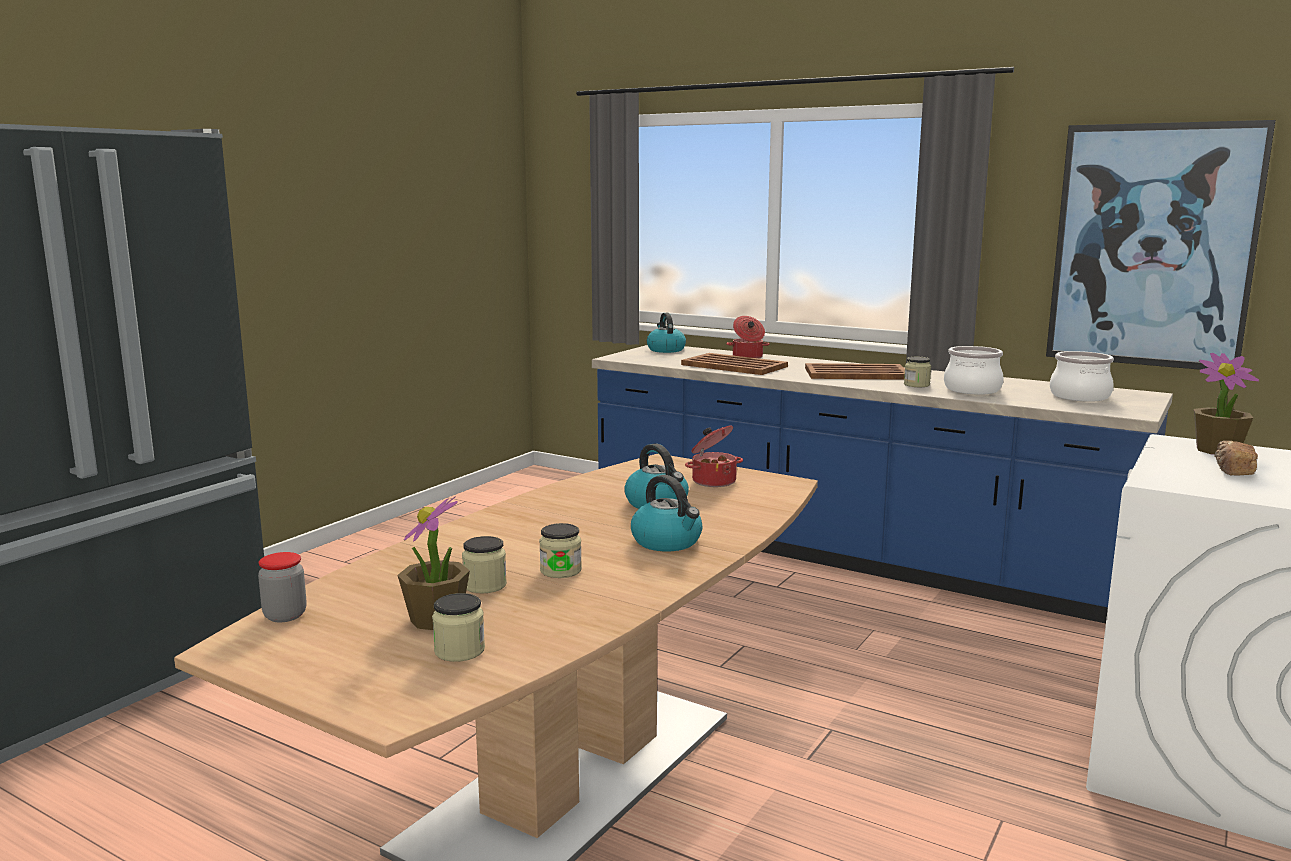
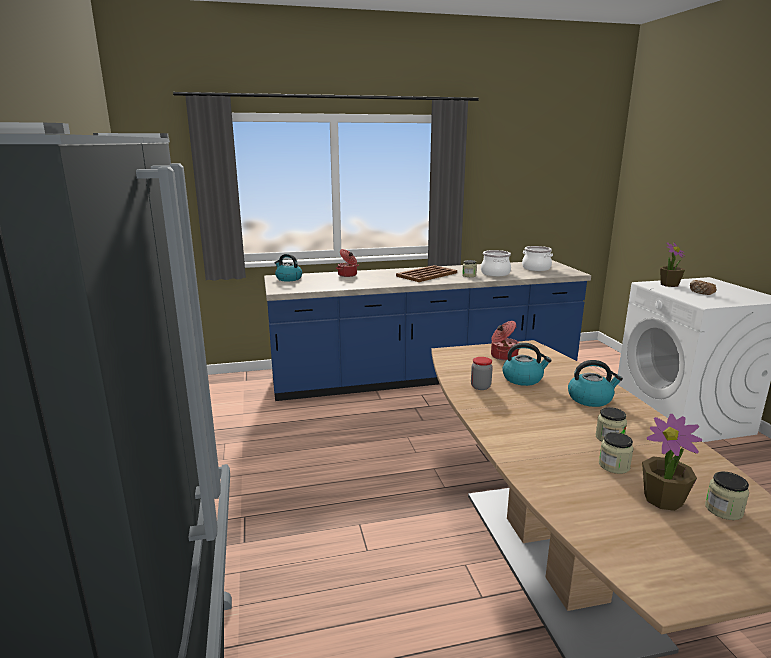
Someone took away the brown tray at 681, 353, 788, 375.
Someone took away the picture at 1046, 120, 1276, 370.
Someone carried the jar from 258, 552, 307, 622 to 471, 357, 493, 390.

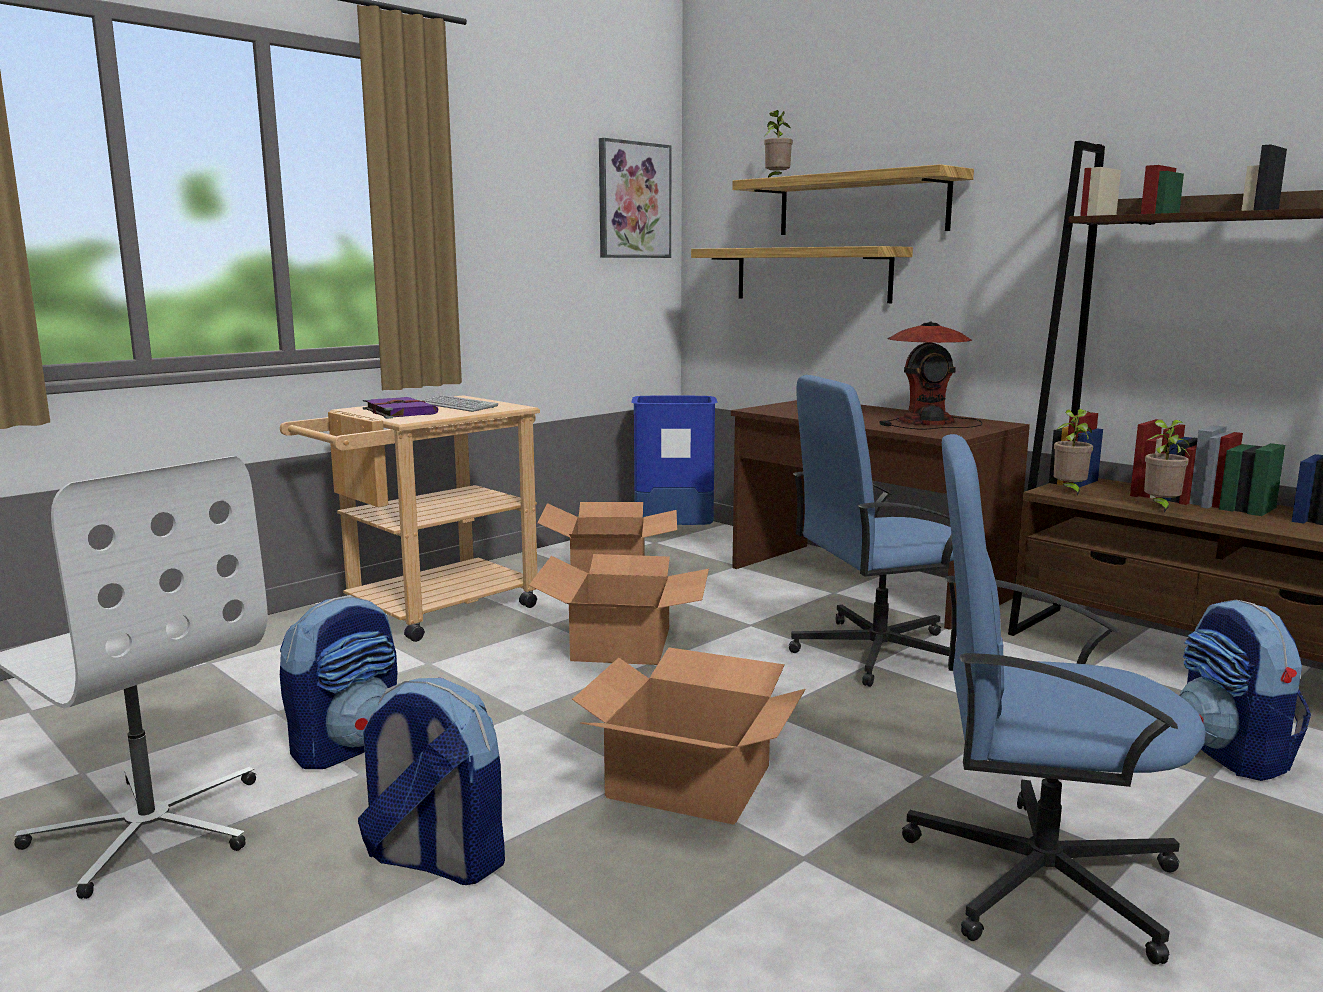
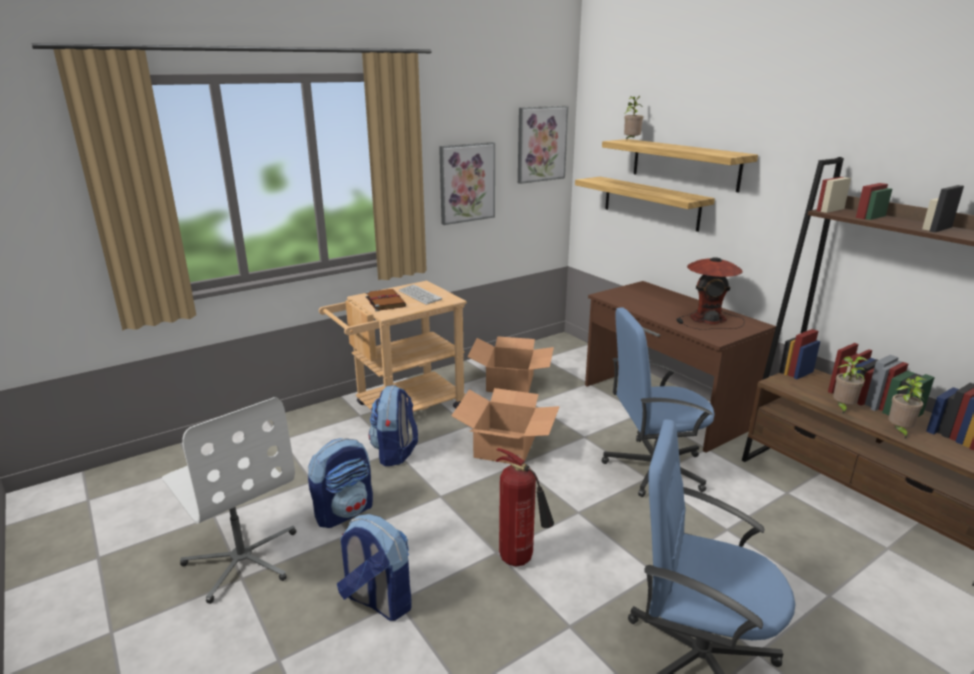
Someone took away the blue trash can at 632, 396, 718, 525.
Someone put up the picture at 439, 142, 495, 225.
Someone carried the potted plant from 1054, 409, 1093, 496 to 888, 376, 926, 439.
Someone carried the backpack from 1179, 600, 1311, 781 to 369, 385, 418, 466.
Someone swapped the cardboard box at 572, 647, 806, 825 for the fire extinguisher at 496, 448, 554, 567.
Someone repainted the purple book at 363, 397, 439, 419, which became the brown book at 365, 289, 406, 311.

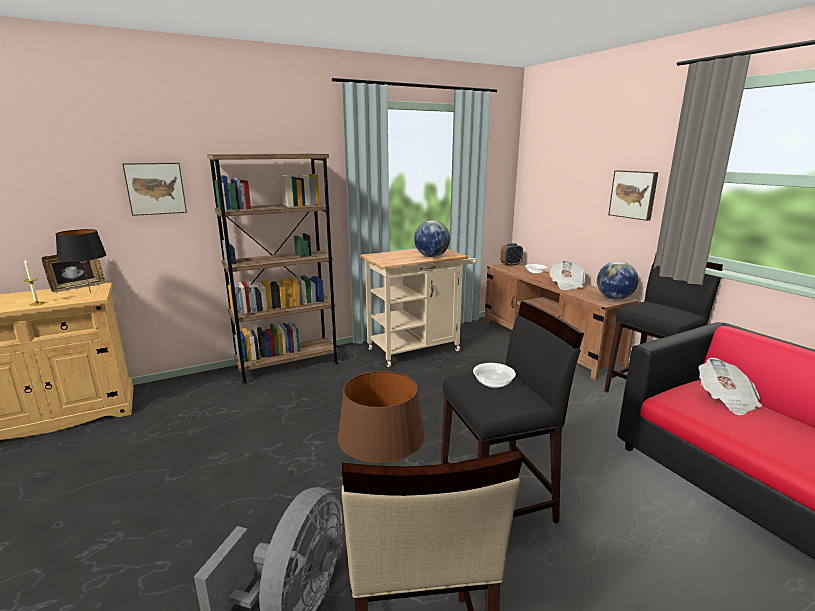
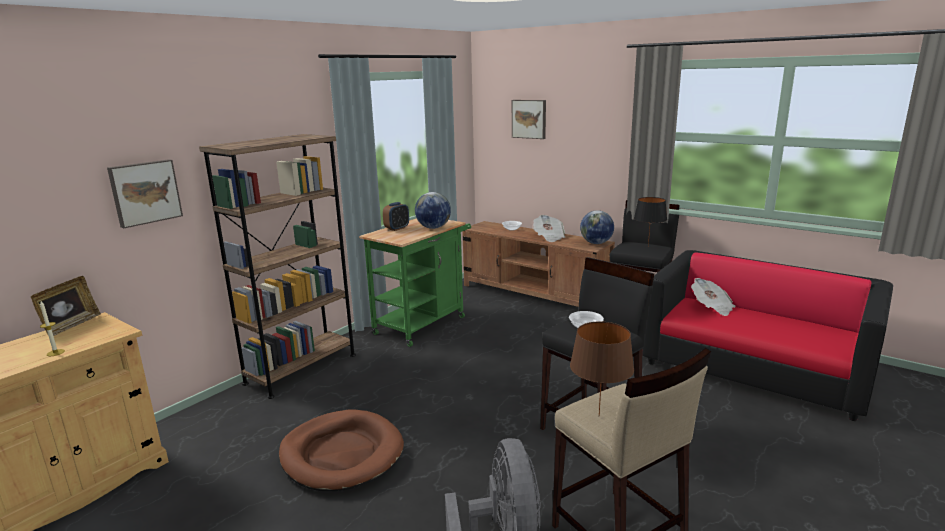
Someone put down the brown dog bed at 279, 409, 404, 491.
Someone carried the black table lamp from 56, 229, 107, 293 to 634, 197, 667, 247.
Someone carried the alarm clock from 500, 243, 523, 266 to 383, 202, 409, 231.
Someone carried the picture from 608, 170, 658, 221 to 512, 100, 546, 139.
Someone repainted the beige cart at 360, 249, 477, 367, which became the green cart at 359, 218, 471, 347.

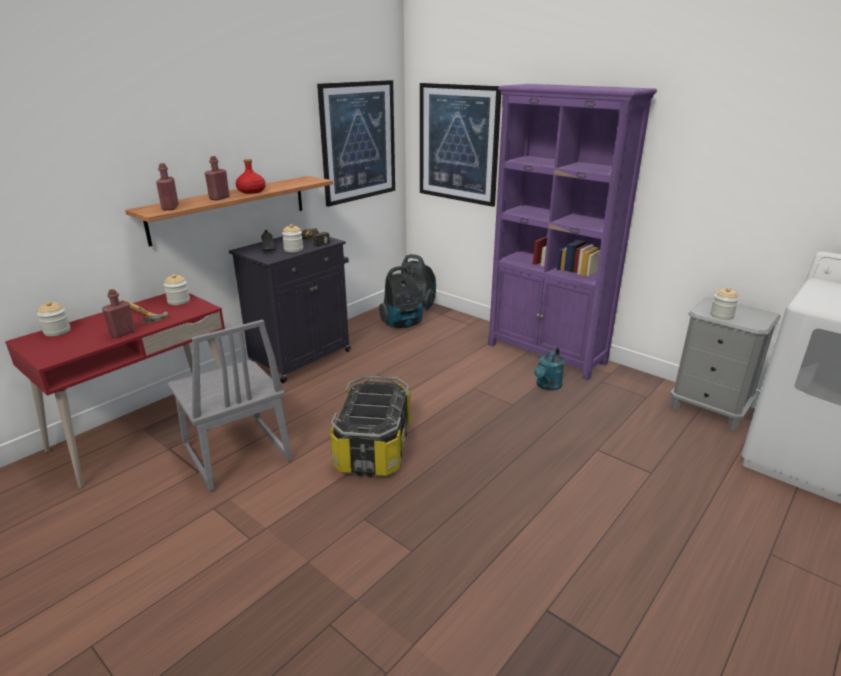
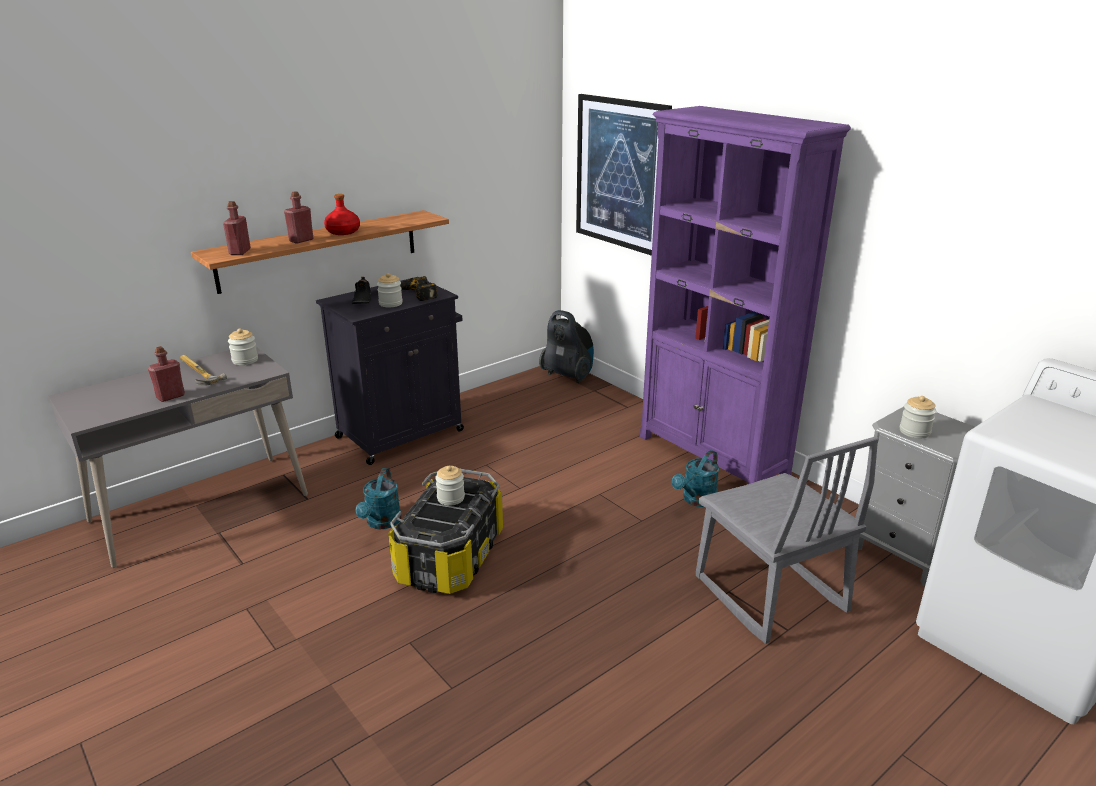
Someone took away the picture at 317, 80, 395, 207.
Someone took away the vacuum cleaner at 379, 266, 423, 328.
Someone put down the turquoise watering can at 355, 468, 402, 529.
Someone carried the jar from 37, 301, 70, 336 to 435, 466, 465, 506.
Someone carried the grey chair from 168, 319, 292, 491 to 696, 436, 879, 644.
Someone repainted the red desk at 5, 293, 225, 488, which became the grey desk at 48, 347, 308, 568.

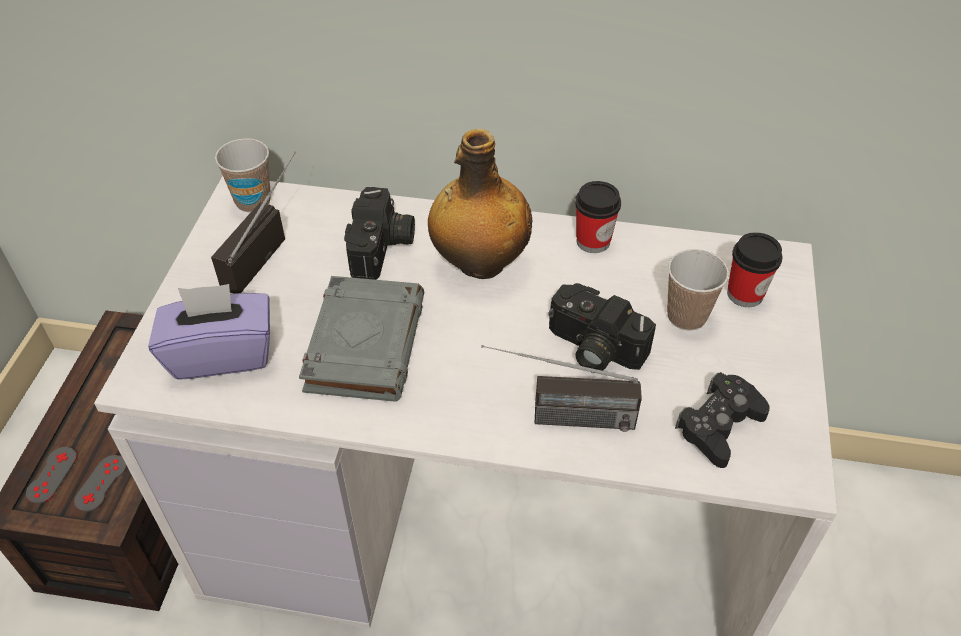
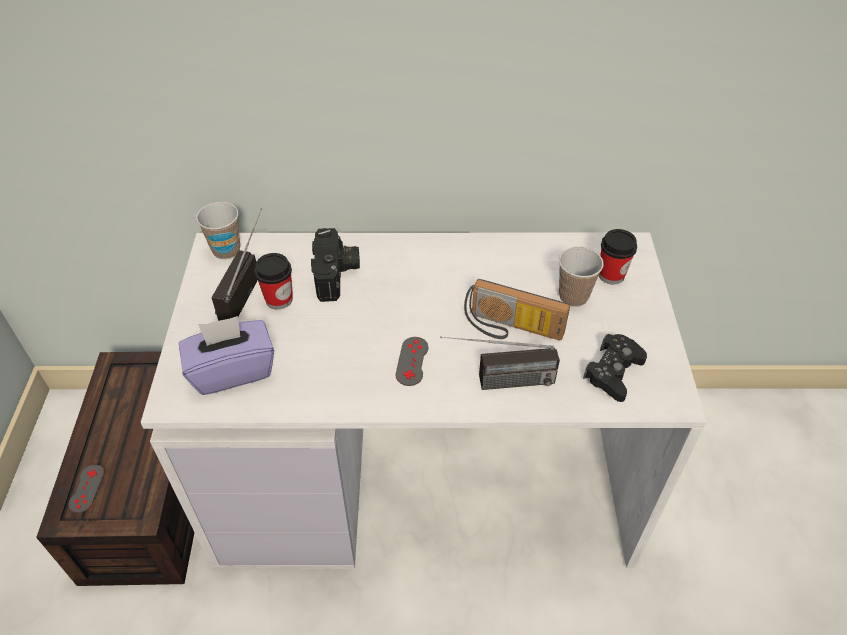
Someone took away the grey book at 299, 276, 424, 402.
Someone took away the bottle at 428, 129, 532, 279.
Someone carried the grey game controller from 74, 455, 127, 512 to 396, 337, 428, 386.
Someone carried the cup from 575, 181, 621, 253 to 254, 253, 293, 310.
Someone swapped the photo camera at 548, 283, 656, 373 for the radio at 464, 279, 570, 340.

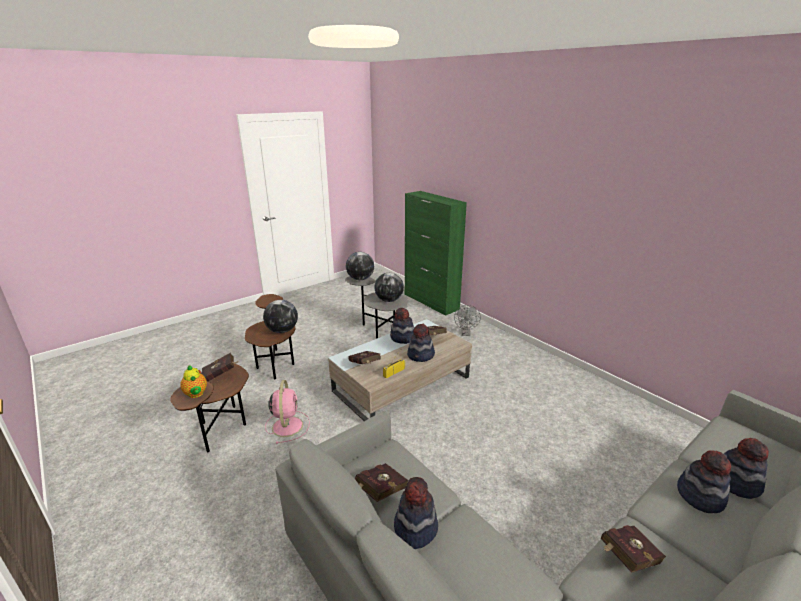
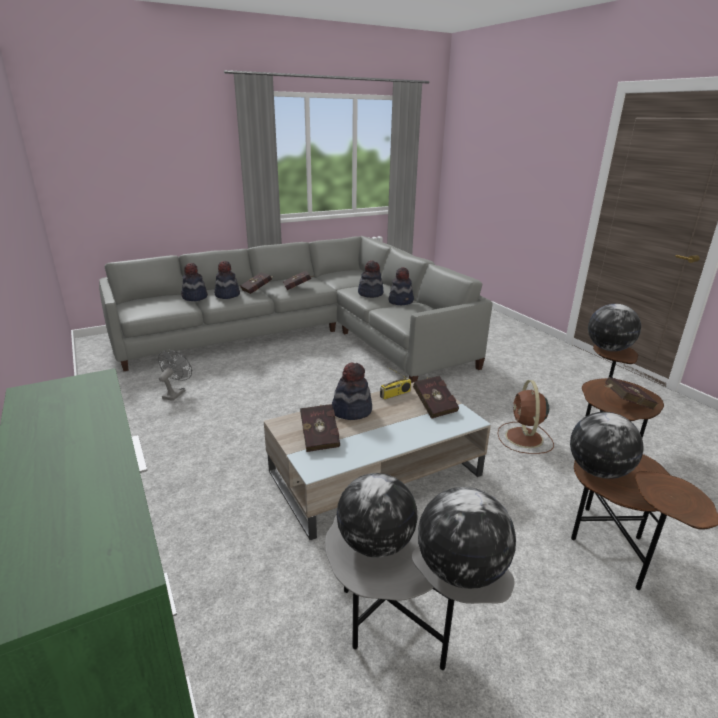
Someone carried the red book from 355, 463, 409, 502 to 240, 272, 273, 294.
Someone carried the hat from 390, 308, 414, 344 to 358, 260, 383, 298.
Someone carried the grey fan from 454, 305, 481, 336 to 158, 350, 192, 401.
Someone swapped the teapot at 180, 365, 207, 398 for the globe at 588, 304, 641, 351.
Someone repainted the pink fan at 265, 380, 310, 444, which became the brown fan at 497, 380, 554, 454.

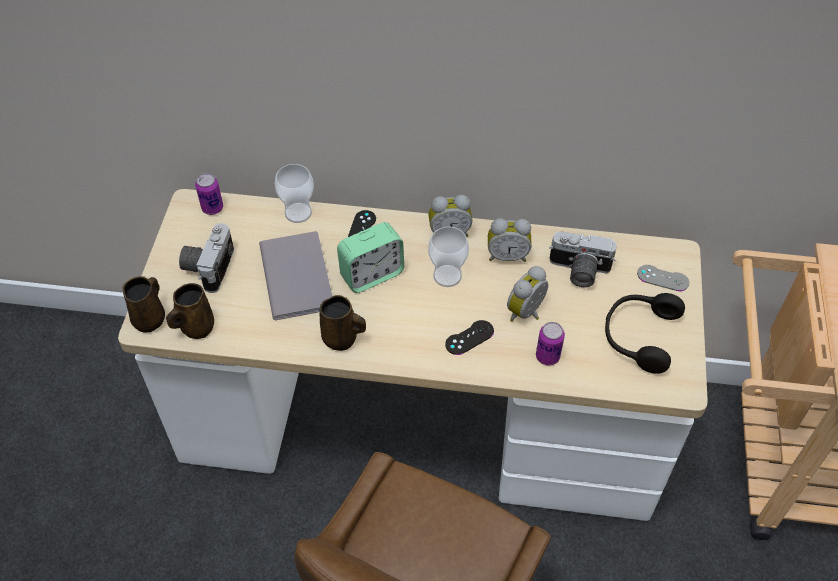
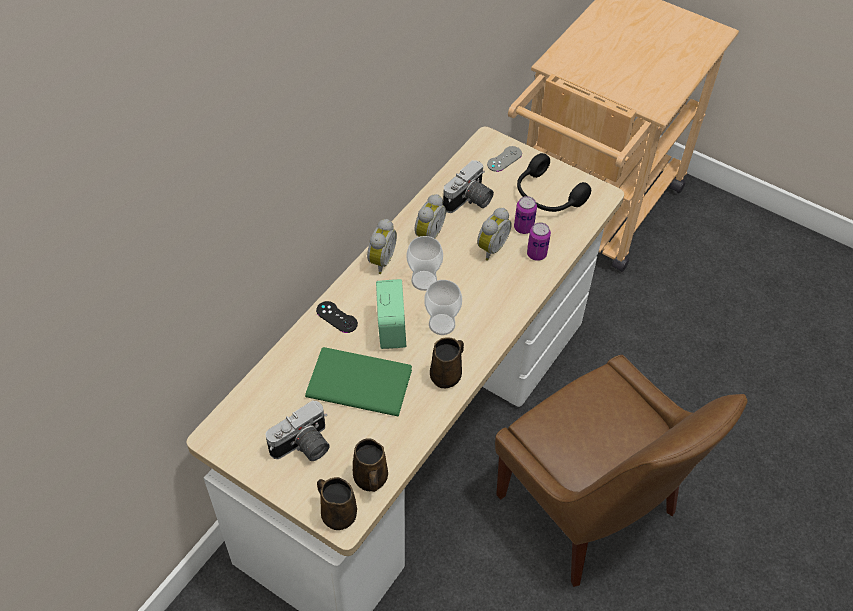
Someone took away the black game controller at 445, 320, 494, 355.
Someone carried the can from 195, 173, 223, 215 to 514, 196, 537, 234.
Someone carried the cup from 275, 164, 314, 223 to 424, 280, 462, 335.
Someone repainted the grey book at 259, 231, 332, 320, which became the green book at 305, 347, 412, 416.
Someone rotated the photo camera at 179, 223, 234, 293 by 75 degrees counterclockwise.
Someone rotated the alarm clock at 507, 266, 548, 322 by 120 degrees counterclockwise.

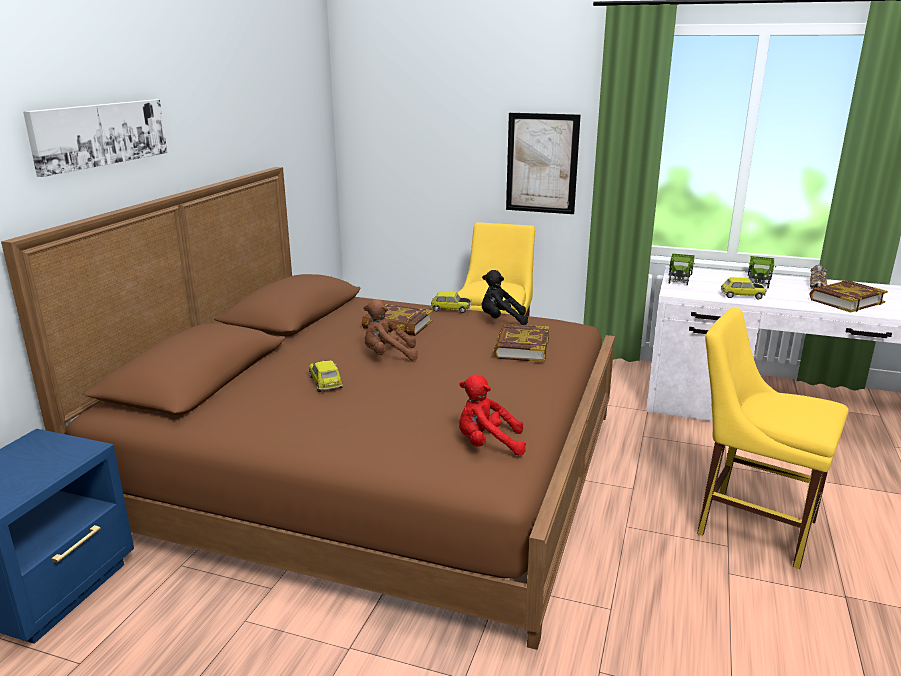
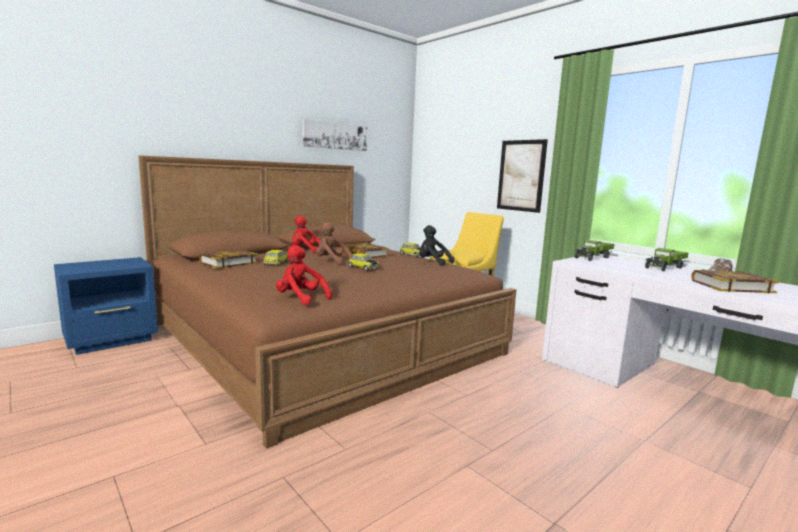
Someone took away the yellow chair at 697, 307, 849, 569.
Someone put down the red plush toy at 292, 216, 321, 252.
Someone carried the picture from 23, 99, 167, 177 to 302, 119, 367, 151.
Someone carried the book from 494, 324, 549, 362 to 199, 249, 258, 269.
Someone carried the toy car from 721, 277, 767, 299 to 348, 253, 379, 271.

